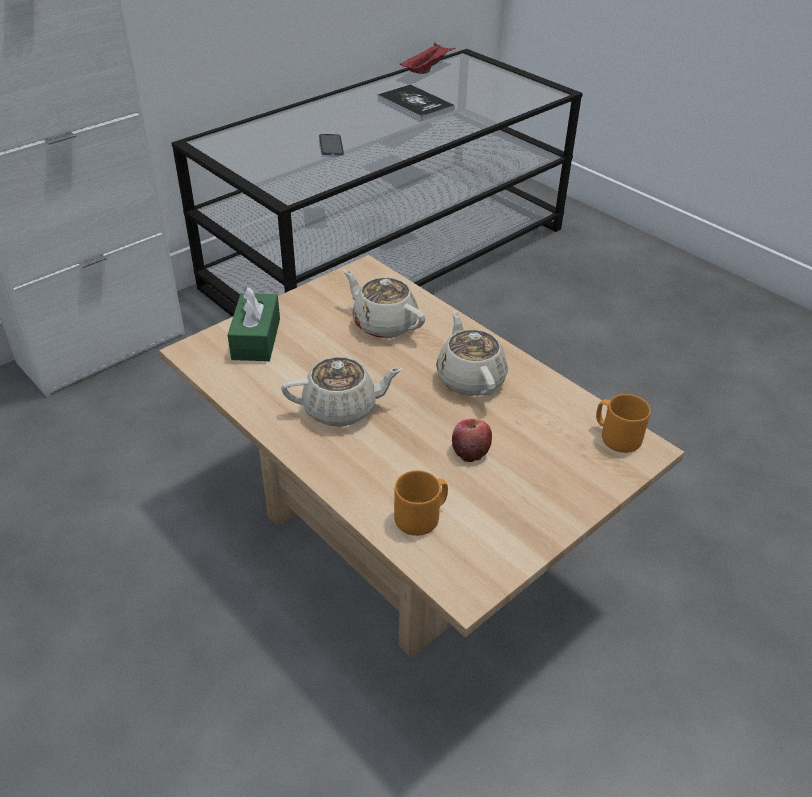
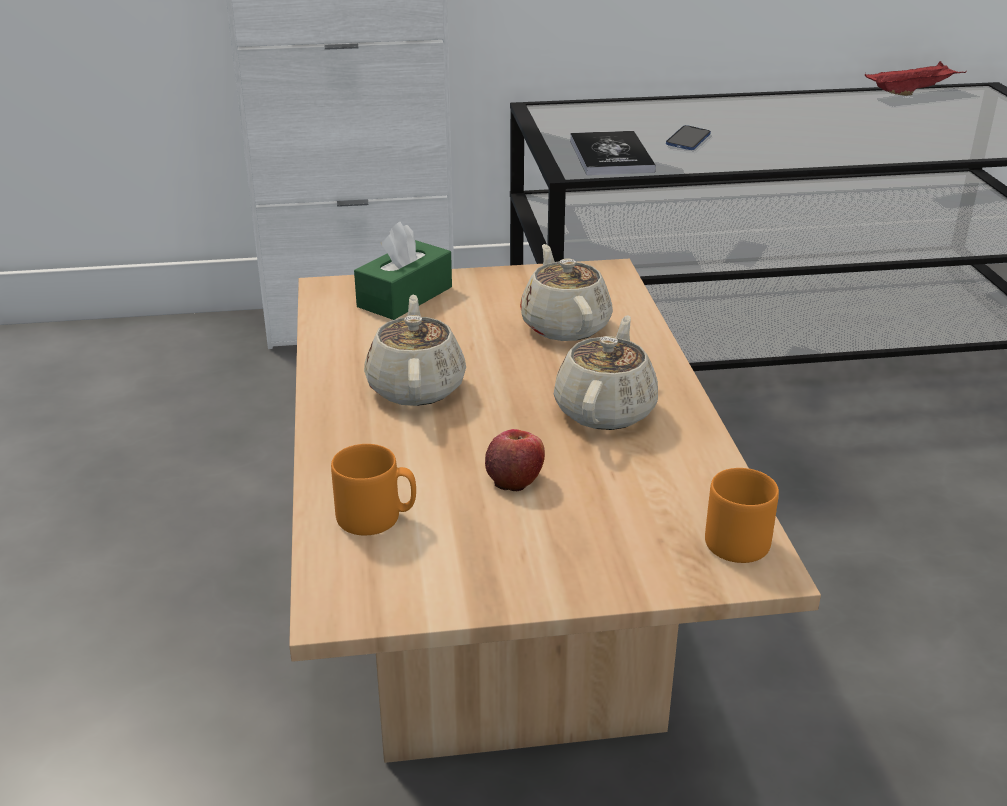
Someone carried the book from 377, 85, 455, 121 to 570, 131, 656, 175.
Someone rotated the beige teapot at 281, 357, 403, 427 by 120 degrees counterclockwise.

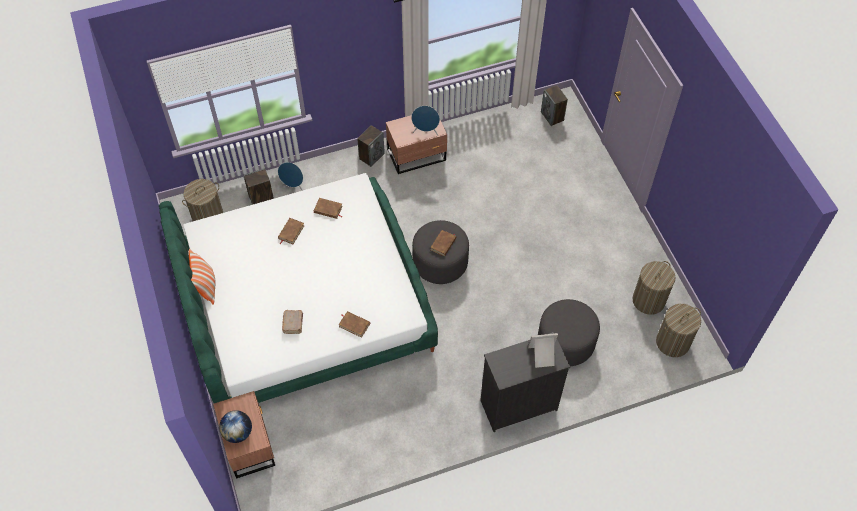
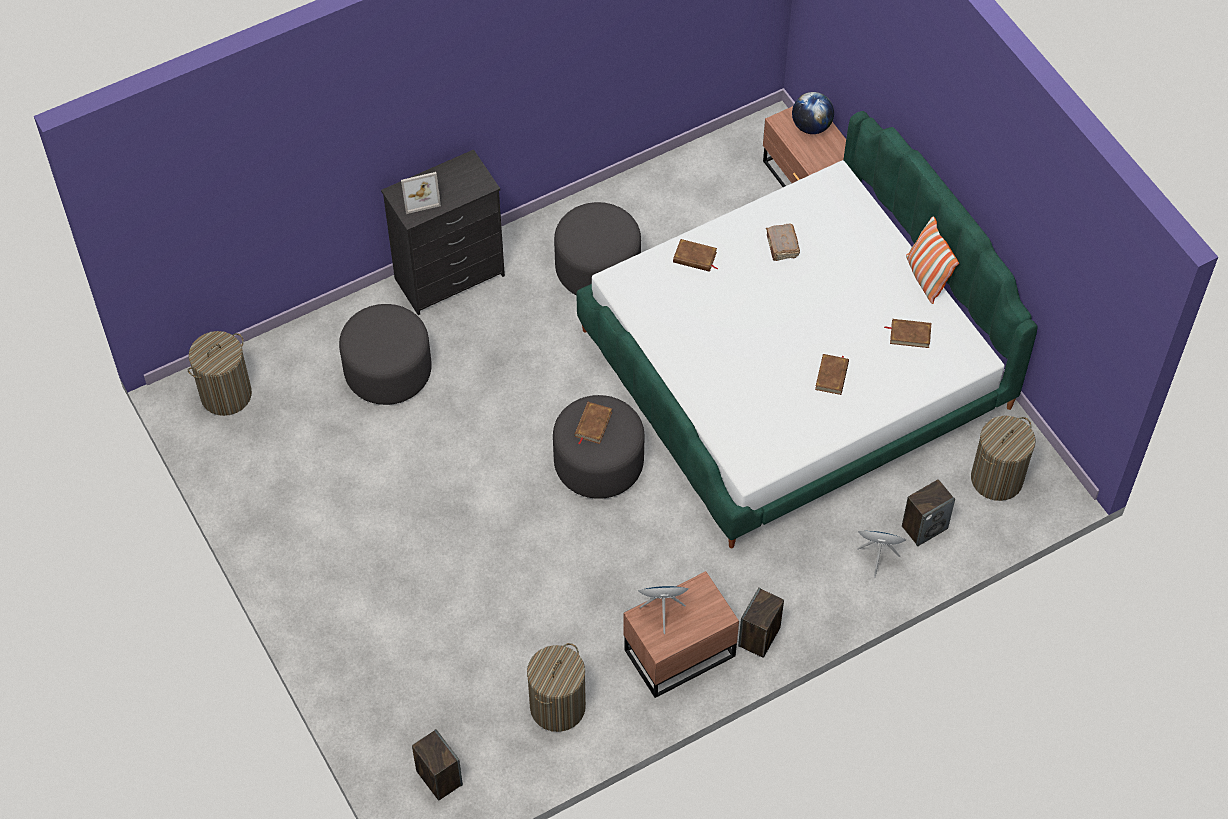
Someone put down the grey ottoman at 554, 202, 641, 295.
Someone carried the brown book from 314, 198, 343, 219 to 884, 319, 931, 348.
Someone carried the laundry basket from 632, 261, 676, 315 to 527, 643, 586, 732.

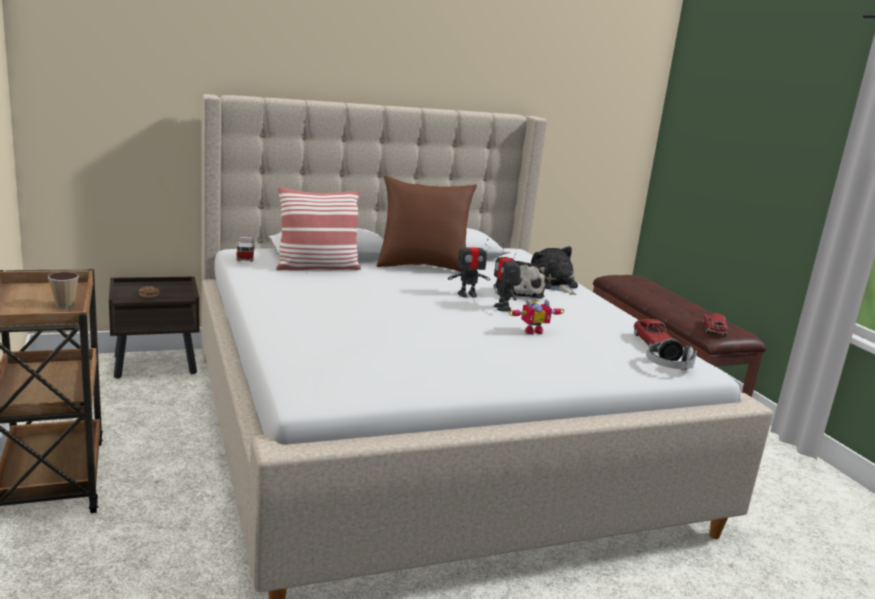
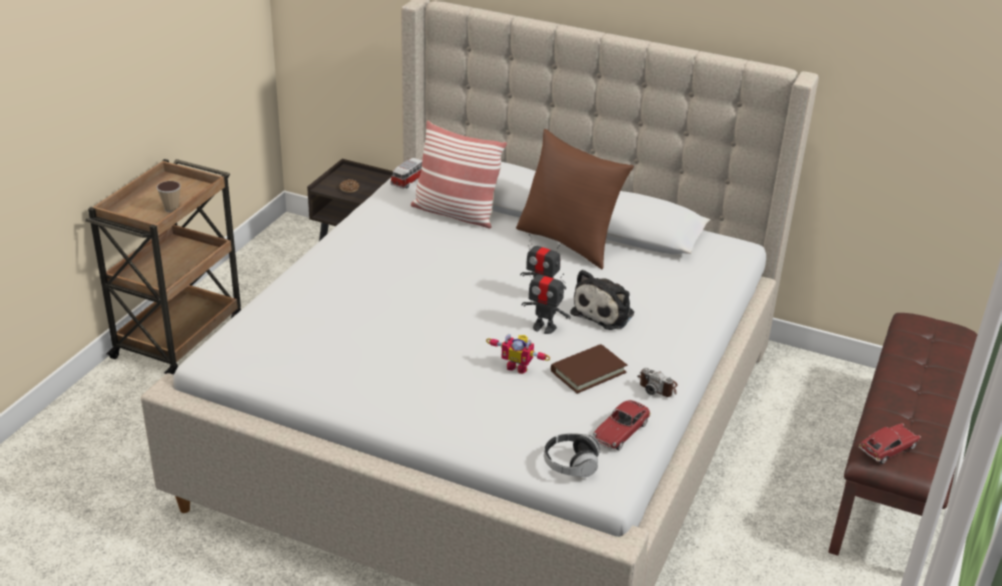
Someone took away the plush toy at 531, 246, 578, 295.
Someone put down the brown book at 551, 344, 627, 394.
Someone put down the photo camera at 637, 368, 677, 397.
Someone rotated the toy robot at 493, 244, 521, 312 by 90 degrees counterclockwise.

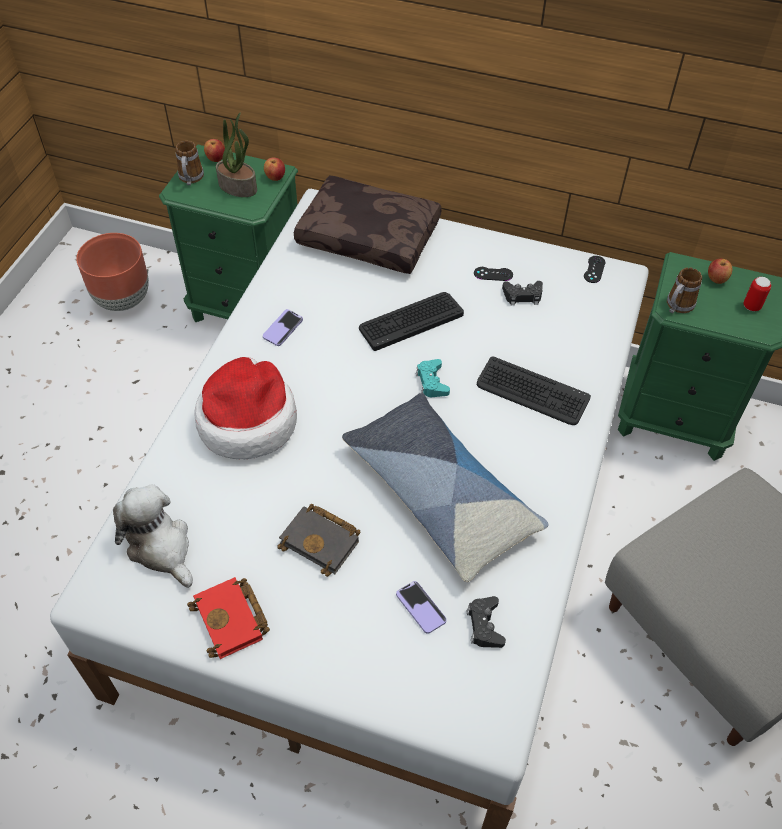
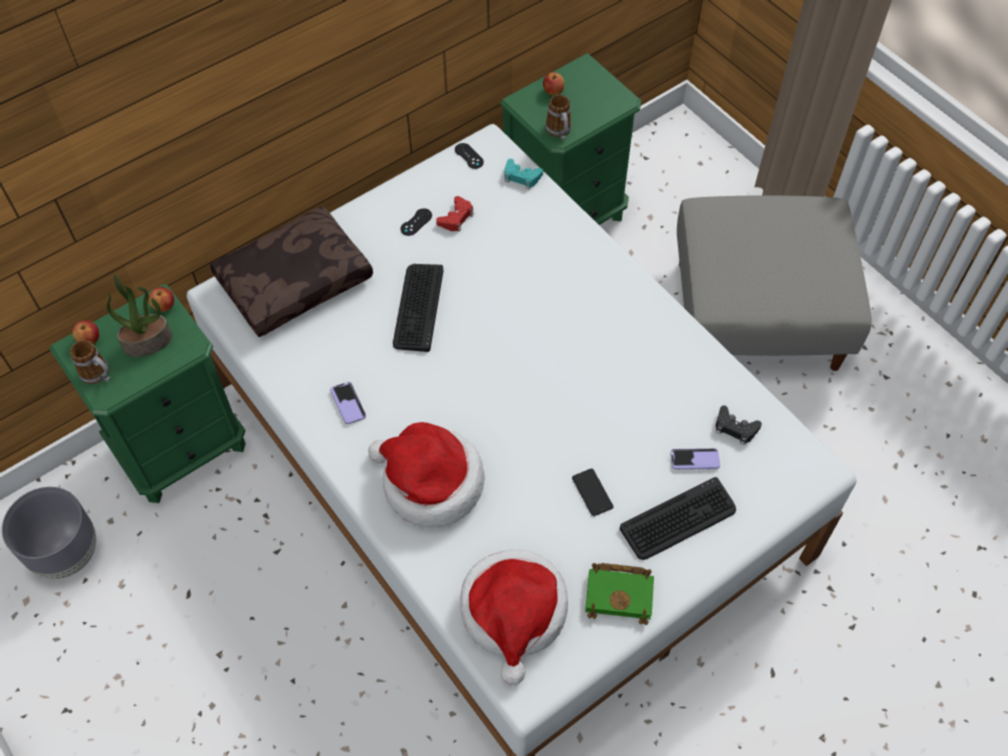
Someone took away the pillow at 342, 393, 549, 582.
Someone took away the can at 743, 277, 771, 311.
Someone carried the turquoise game controller from 416, 359, 450, 397 to 504, 159, 543, 189.
Someone carried the keyboard from 477, 356, 591, 425 to 620, 477, 736, 560.
Someone swapped the plush toy at 113, 484, 193, 588 for the hat at 460, 549, 568, 685.
Someone swapped the black book at 277, 504, 361, 577 for the phone at 572, 469, 613, 516.
Someone repainted the brown planter at 76, 233, 149, 311, which became the grey planter at 2, 487, 96, 579.
Someone repainted the red book at 187, 577, 270, 659, which became the green book at 585, 563, 654, 625.
Someone repainted the black game controller at 502, 281, 543, 305, which became the red game controller at 436, 196, 474, 232.

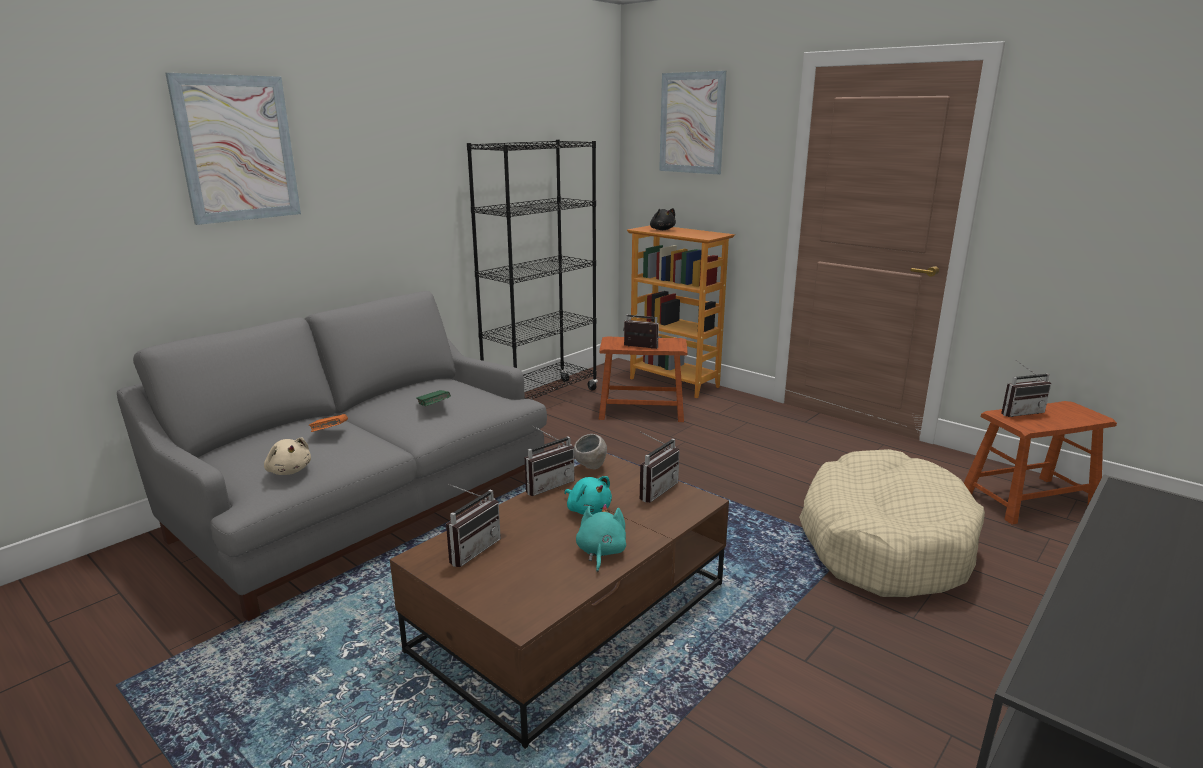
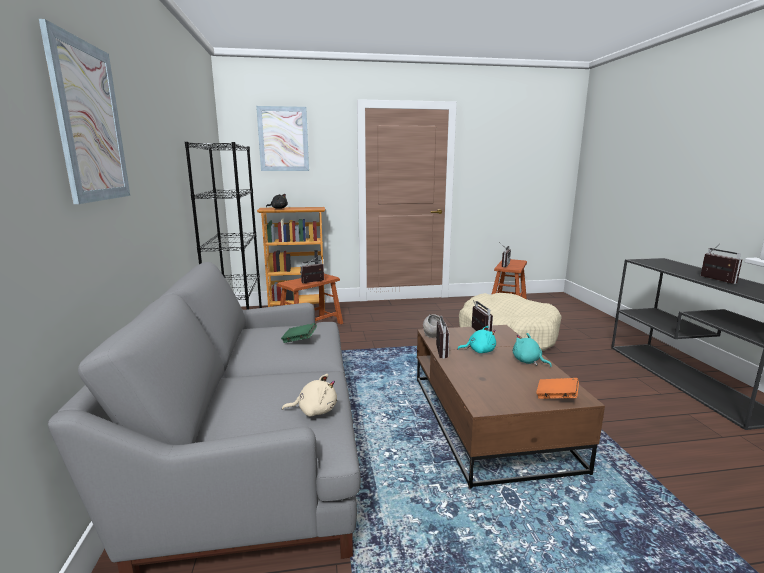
Someone carried the orange book from 309, 414, 348, 432 to 536, 378, 579, 399.
Someone carried the radio from 446, 484, 501, 567 to 701, 245, 742, 284.

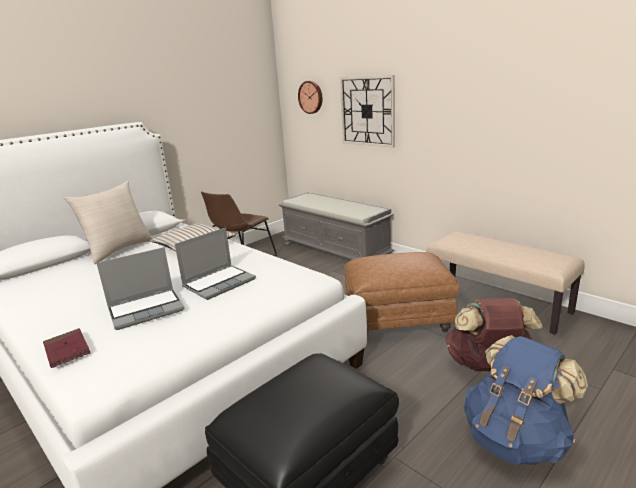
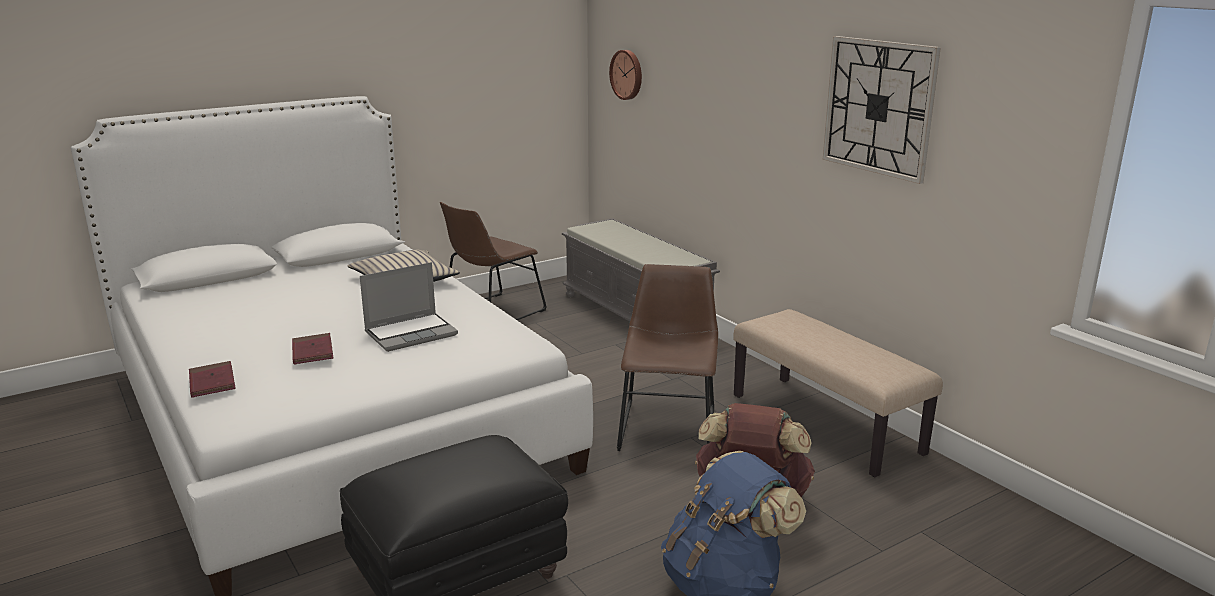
Someone took away the beige pillow at 64, 181, 153, 264.
Someone carried the wall clock from 340, 75, 395, 148 to 823, 36, 941, 184.
Someone swapped the laptop at 97, 247, 185, 330 for the red book at 292, 333, 333, 364.
Someone swapped the brown ottoman at 344, 252, 459, 334 for the brown chair at 617, 264, 718, 451.

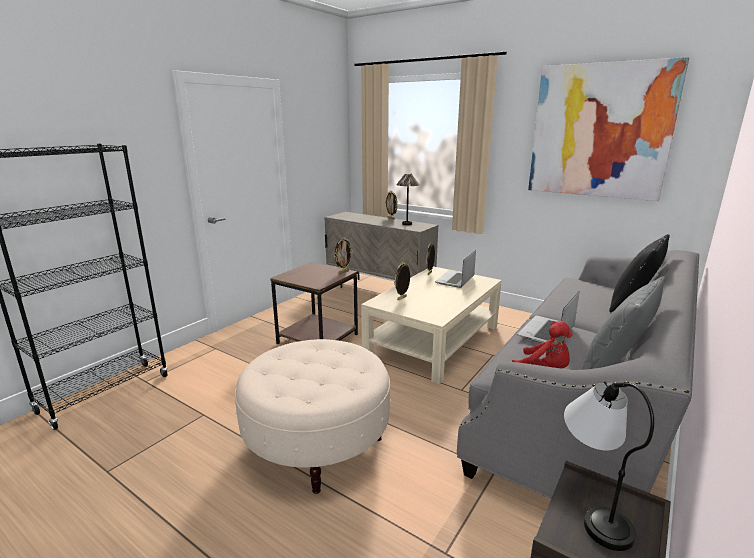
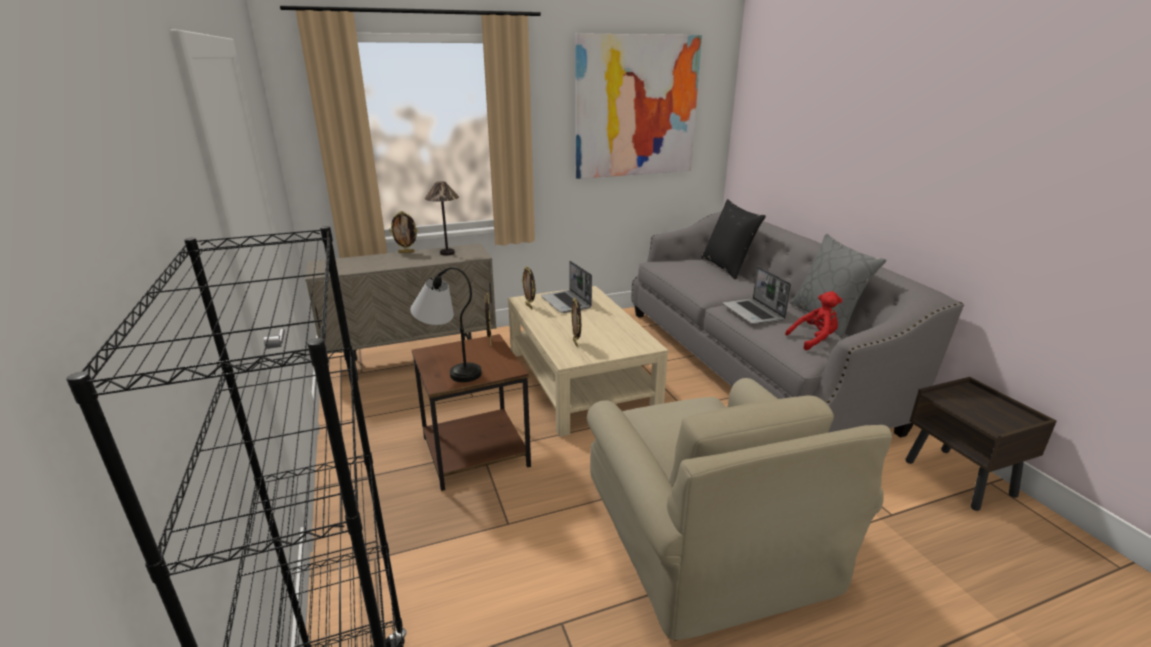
Someone carried the table lamp from 564, 382, 654, 551 to 410, 267, 482, 382.
Someone swapped the beige ottoman at 235, 339, 391, 494 for the beige armchair at 587, 378, 892, 641.

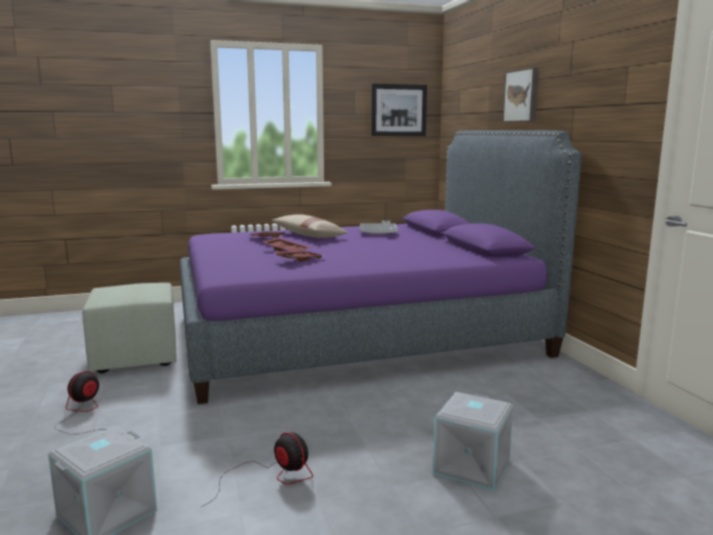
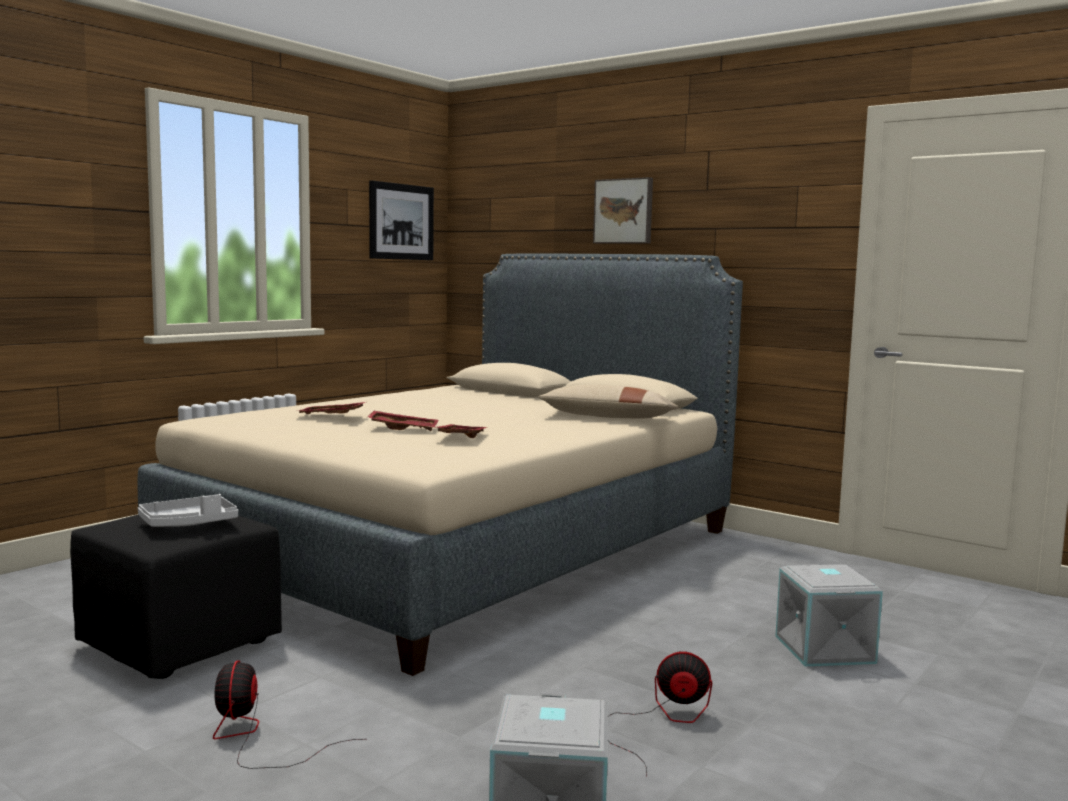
Someone carried the beige pillow from 272, 214, 348, 238 to 538, 385, 679, 419.
Someone carried the grey tray from 360, 220, 398, 234 to 138, 494, 238, 527.
Someone repainted the green ottoman at 83, 283, 177, 373, which became the black ottoman at 70, 515, 282, 679.
Someone repainted the purple bed at 180, 130, 582, 404, which became the beige bed at 138, 253, 743, 676.

